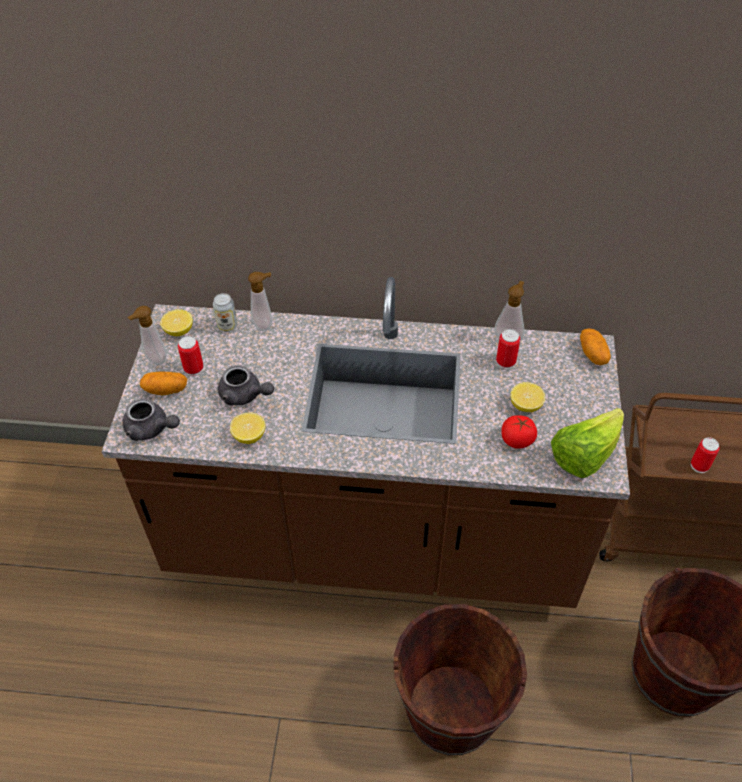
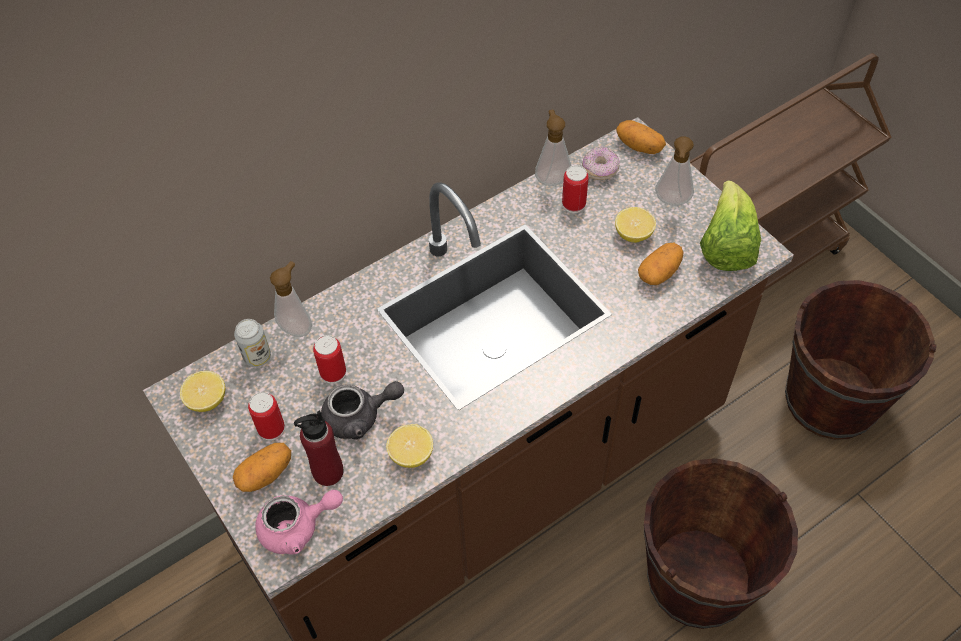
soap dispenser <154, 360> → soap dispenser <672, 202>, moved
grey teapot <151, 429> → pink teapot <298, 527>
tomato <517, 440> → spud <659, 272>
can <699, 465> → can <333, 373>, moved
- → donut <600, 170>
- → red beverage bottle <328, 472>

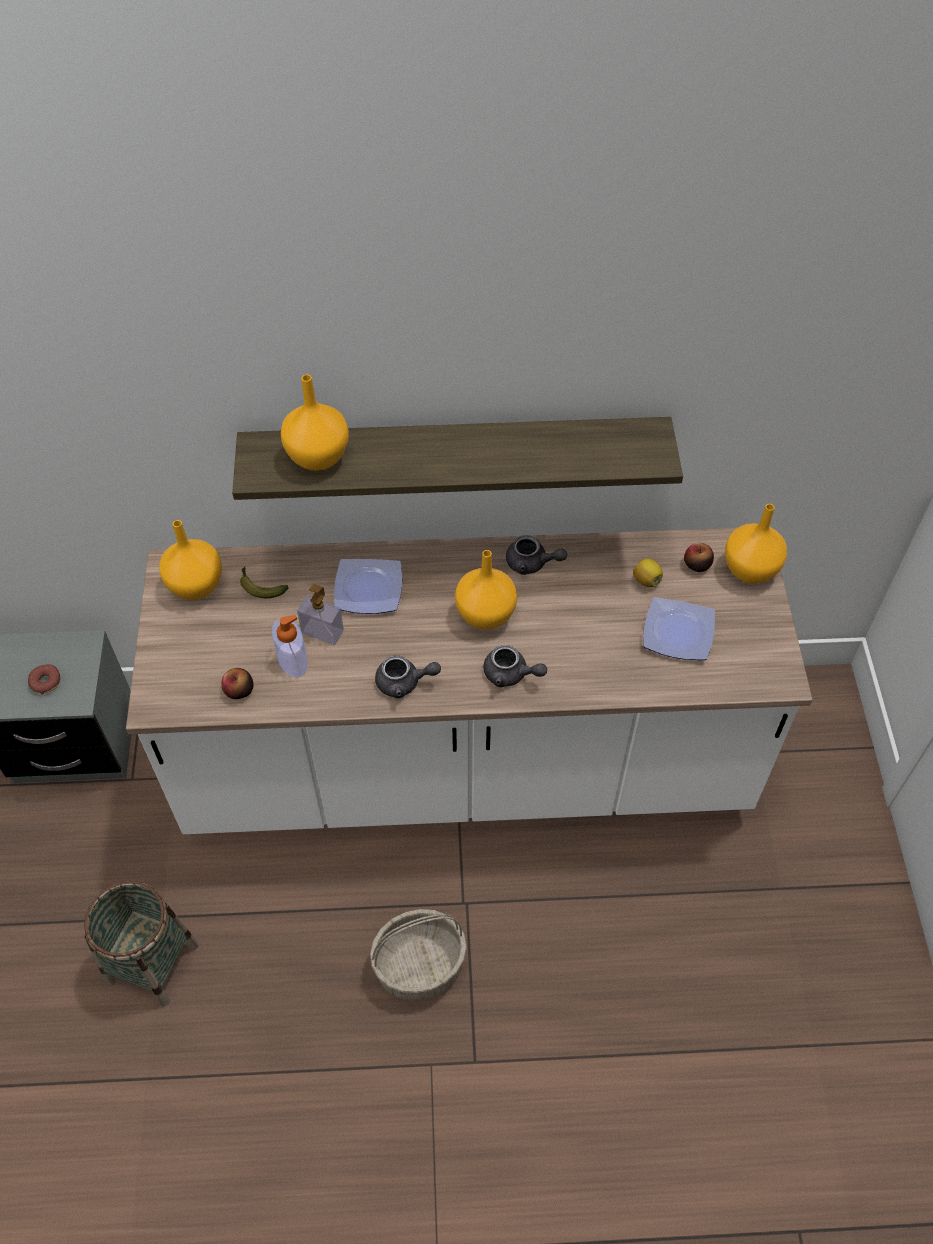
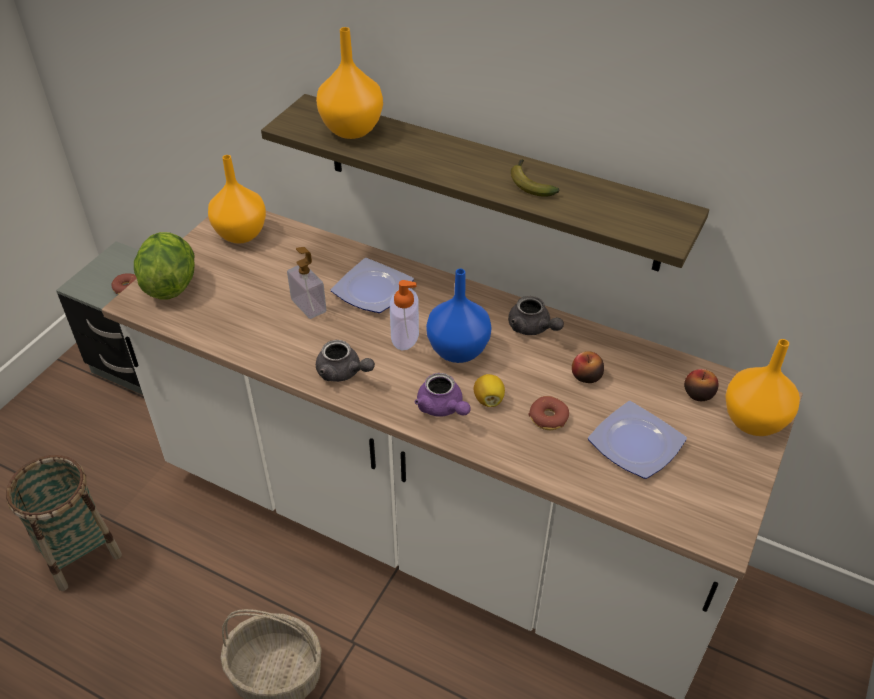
orange flower vase <484, 614> → blue-coloured flower vase <457, 349>
citrus fruit <646, 580> → citrus fruit <488, 399>, moved
whole banana <260, 587> → whole banana <530, 183>, moved
soap dispenser <292, 660> → soap dispenser <405, 335>, moved
grey teapot <510, 675> → purplish teapot <442, 408>
apple <239, 690> → apple <586, 376>, moved
- → lettuce head <170, 284>
- → donut <548, 418>

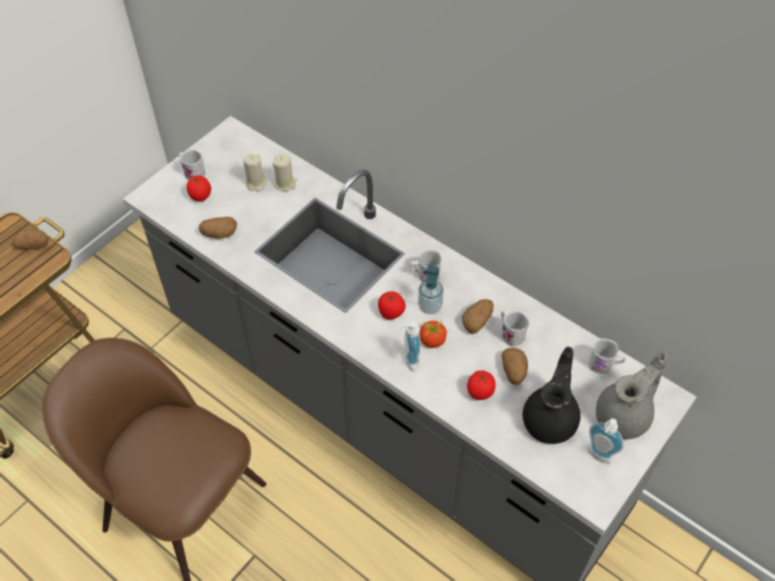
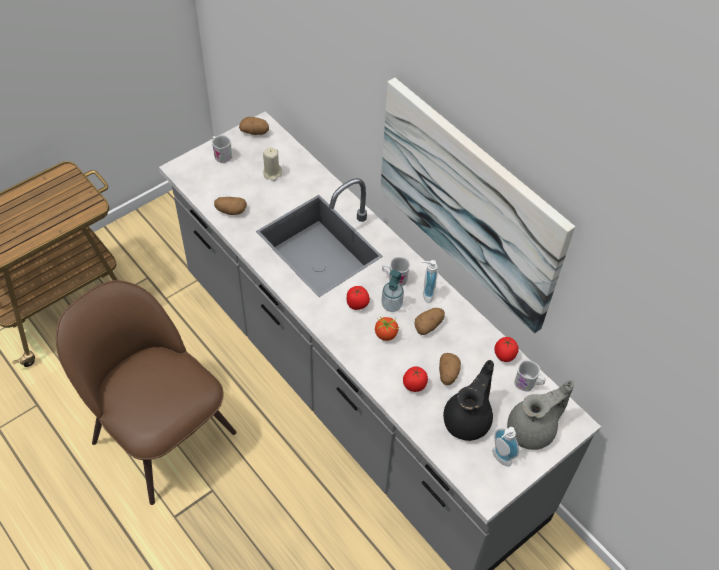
beige-coloured wax light <285, 183> → -
tomato <200, 197> → tomato <504, 356>, moved
spud <34, 245> → spud <255, 132>, moved
whitish tea mug <510, 333> → -
soap dispenser <408, 361> → soap dispenser <425, 294>, moved
- → wall art <469, 204>

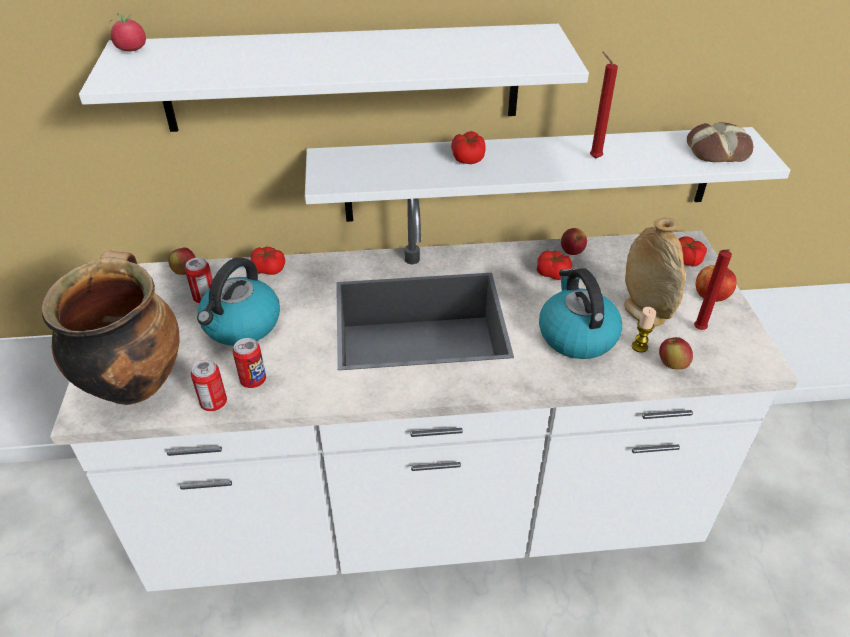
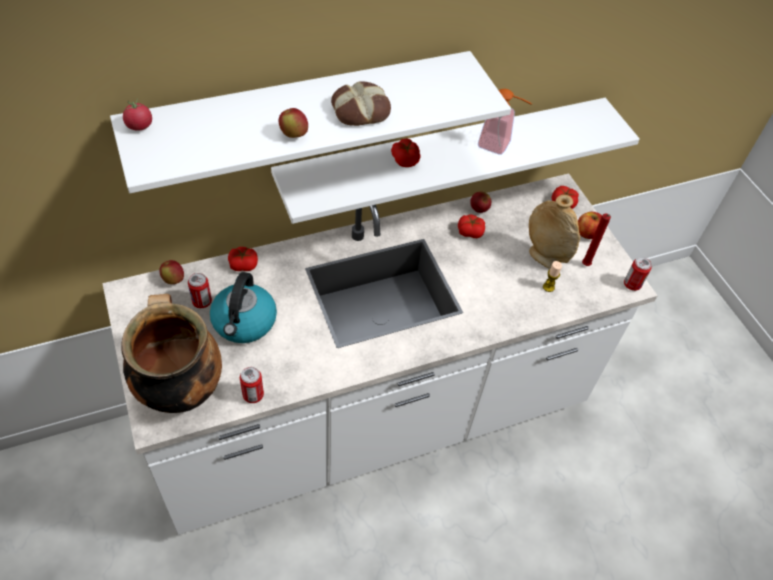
red wax light <593, 157> → soap dispenser <499, 146>
baked bread <717, 150> → baked bread <360, 110>, moved
water kettle <576, 335> → -
apple <672, 365> → apple <293, 134>, moved
can <253, 380> → can <632, 284>, moved

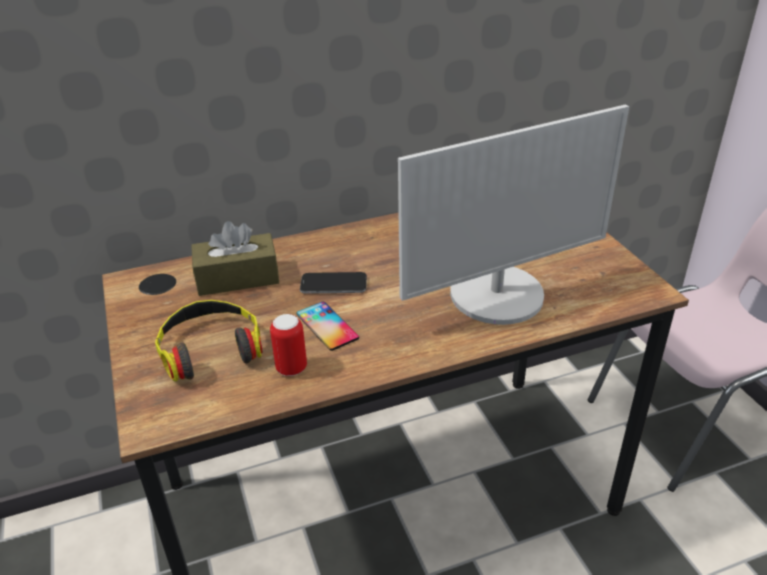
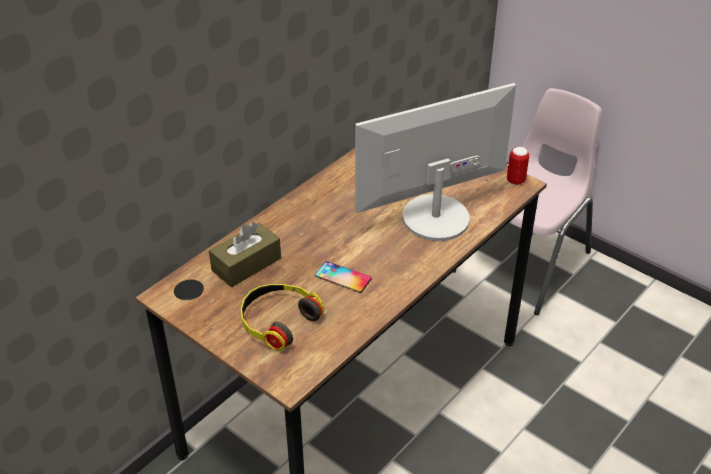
computer display <498, 295> → computer display <434, 218>, 150 degrees counterclockwise
telephone <333, 284> → -
can <291, 368> → can <515, 181>, moved

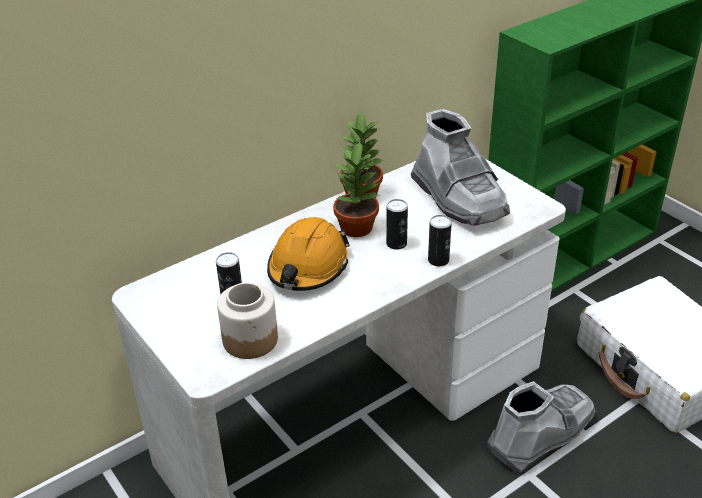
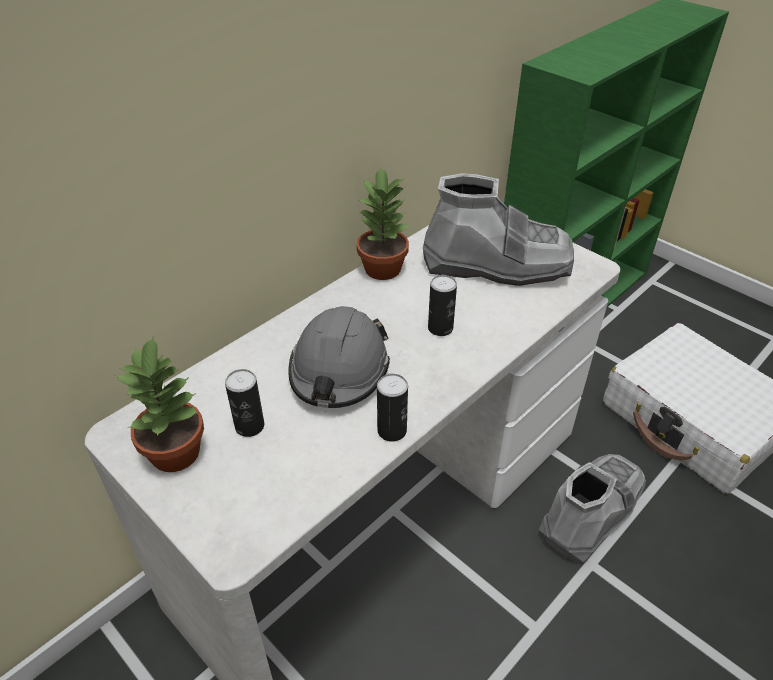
grey tall boot <459, 199> → grey tall boot <497, 264>, 45 degrees counterclockwise
houseplant <357, 227> → houseplant <177, 452>, moved
can <438, 260> → can <392, 430>, moved
orange work helmet <308, 267> → grey work helmet <339, 370>
preserve jar <251, 339> → -

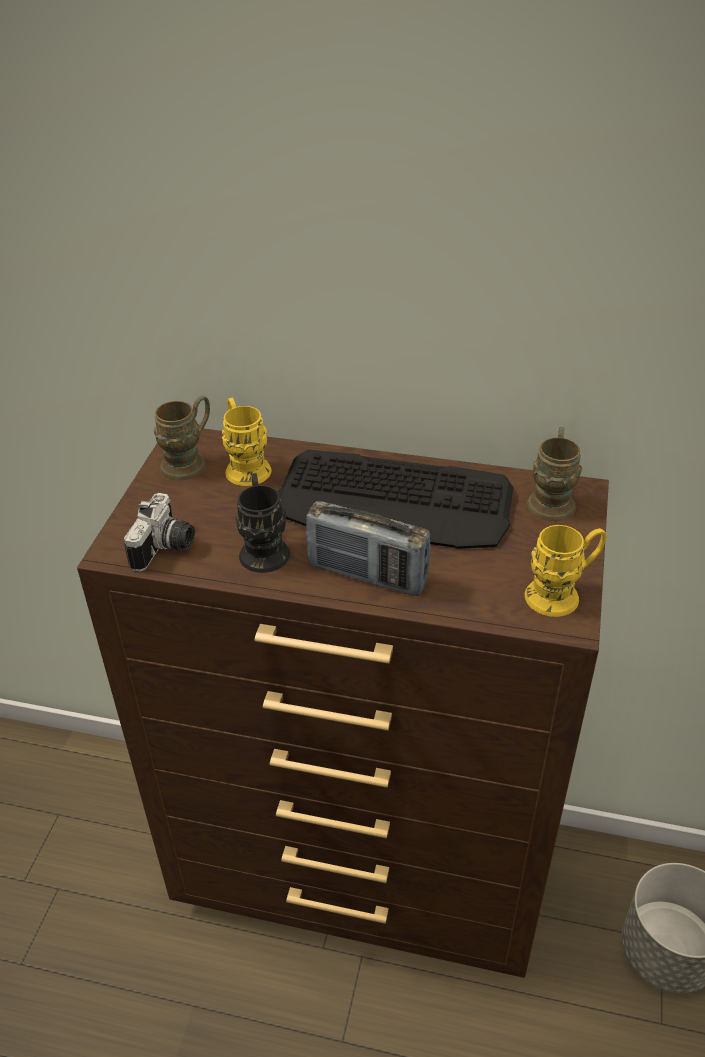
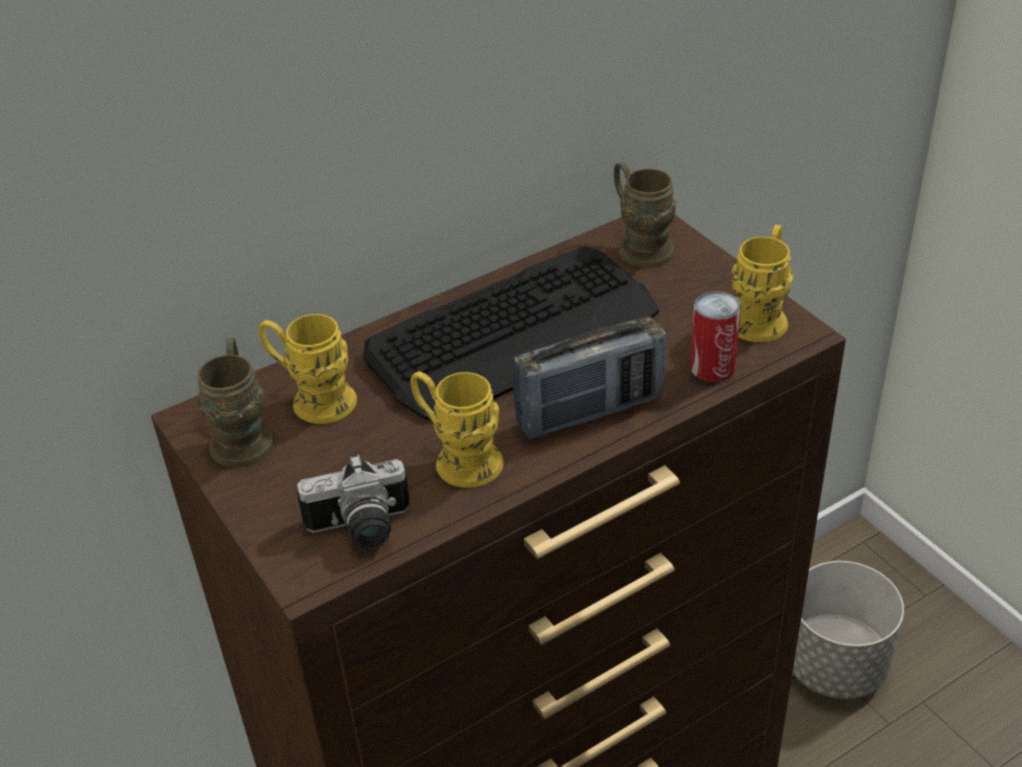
black-coloured tea mug <263, 548> → yellowish tea mug <458, 458>
photo camera <166, 549> → photo camera <361, 530>, 105 degrees clockwise
- → can <712, 367>

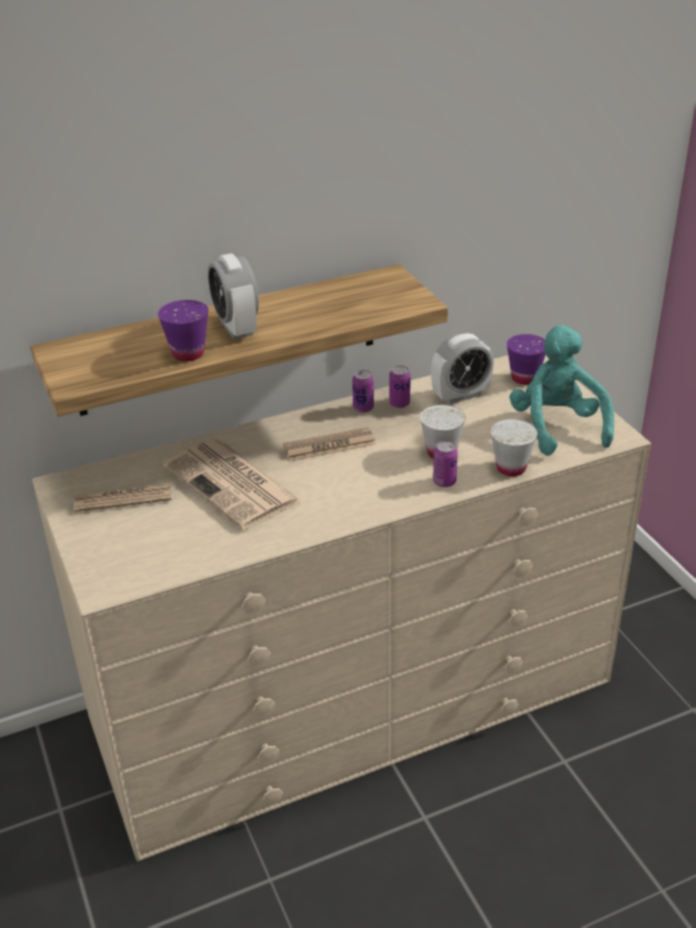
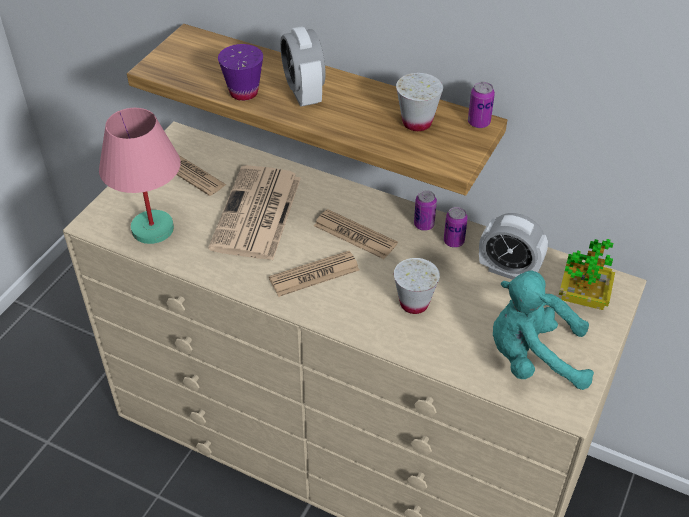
table clock <236, 328> → table clock <304, 94>, 45 degrees counterclockwise
turquoise cuddly toy <557, 427> → turquoise cuddly toy <532, 358>, 120 degrees counterclockwise
purplish small cup <524, 378> → houseplant <583, 297>
whitish small cup <511, 468> → whitish small cup <417, 122>, moved
can <444, 482> → can <478, 122>, moved
- → pink tabletop lamp <153, 228>
- → newspaper <314, 274>

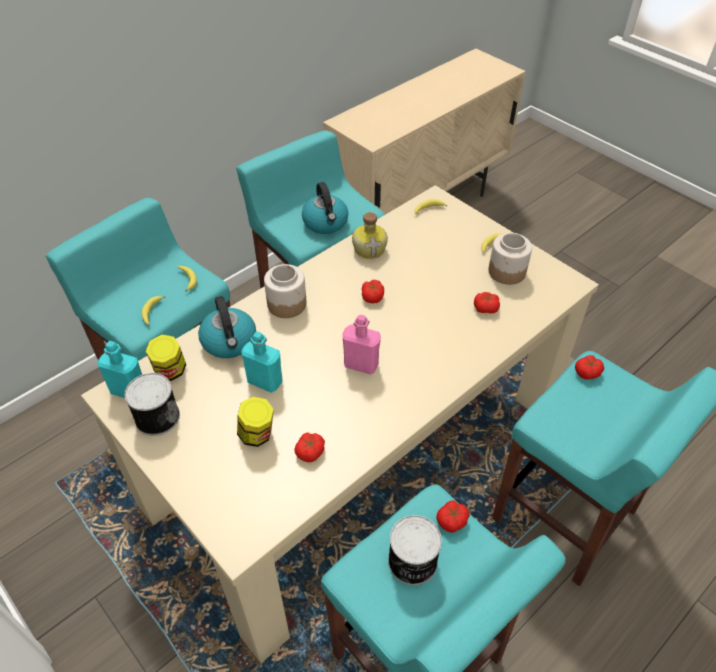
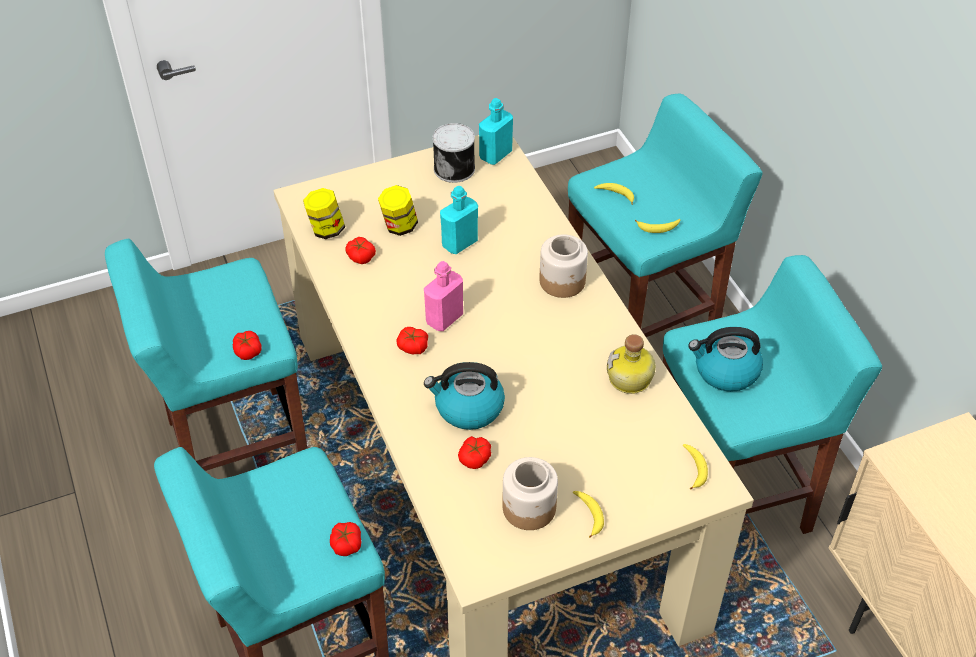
tomato <372, 296> → tomato <413, 347>, moved
water kettle <230, 342> → water kettle <468, 408>, moved
preserve jar <170, 371> → preserve jar <326, 229>, moved
can <412, 562> → -

